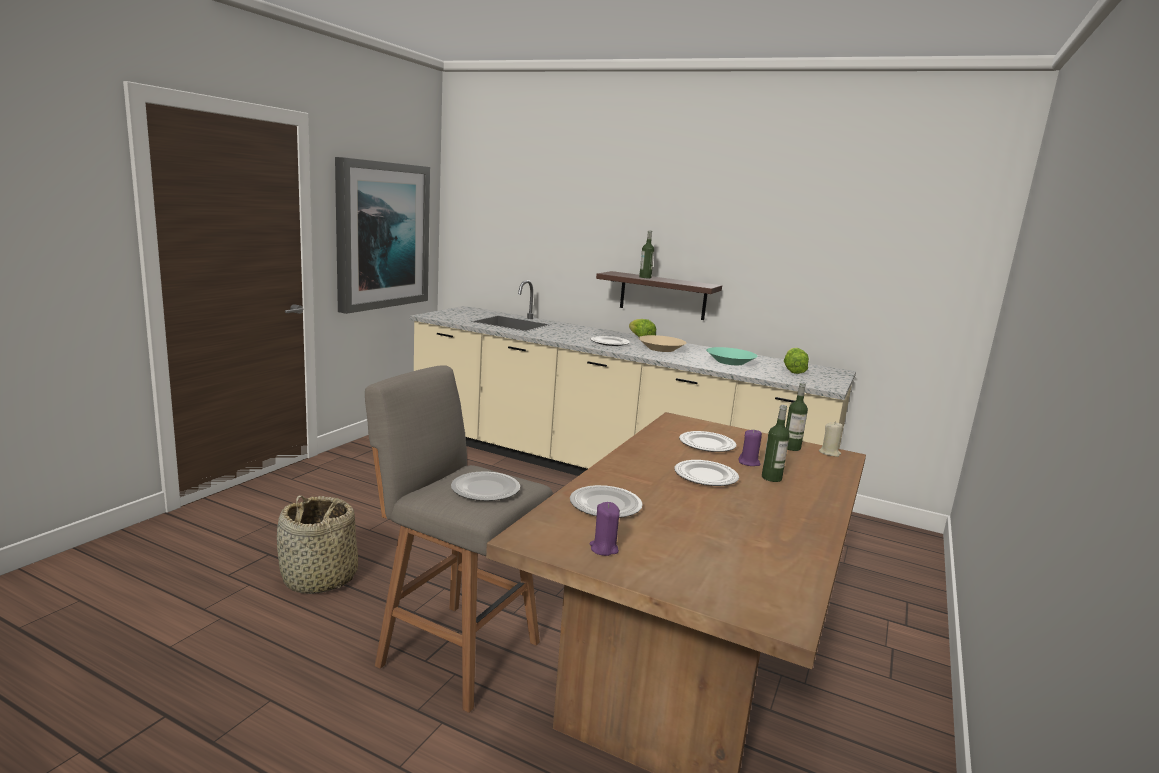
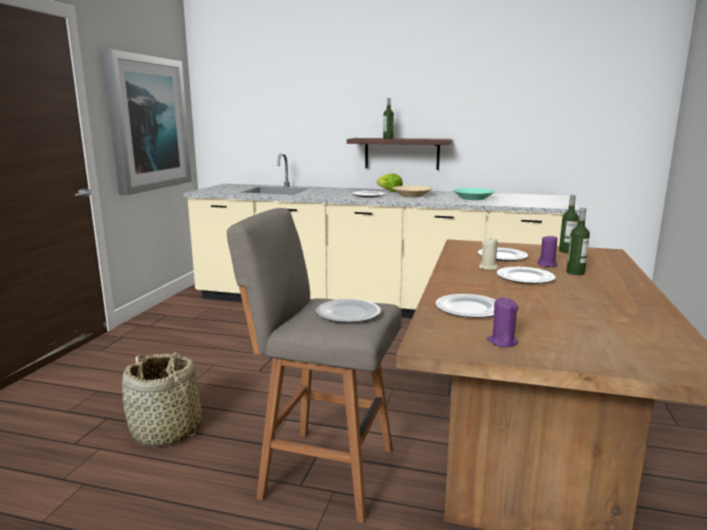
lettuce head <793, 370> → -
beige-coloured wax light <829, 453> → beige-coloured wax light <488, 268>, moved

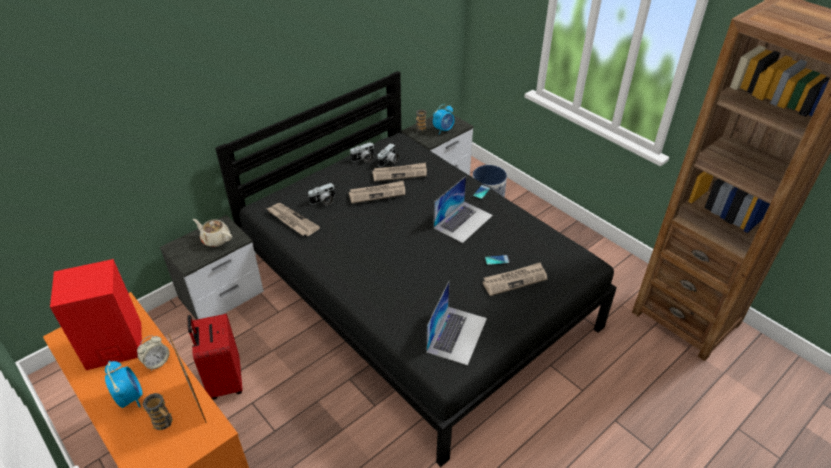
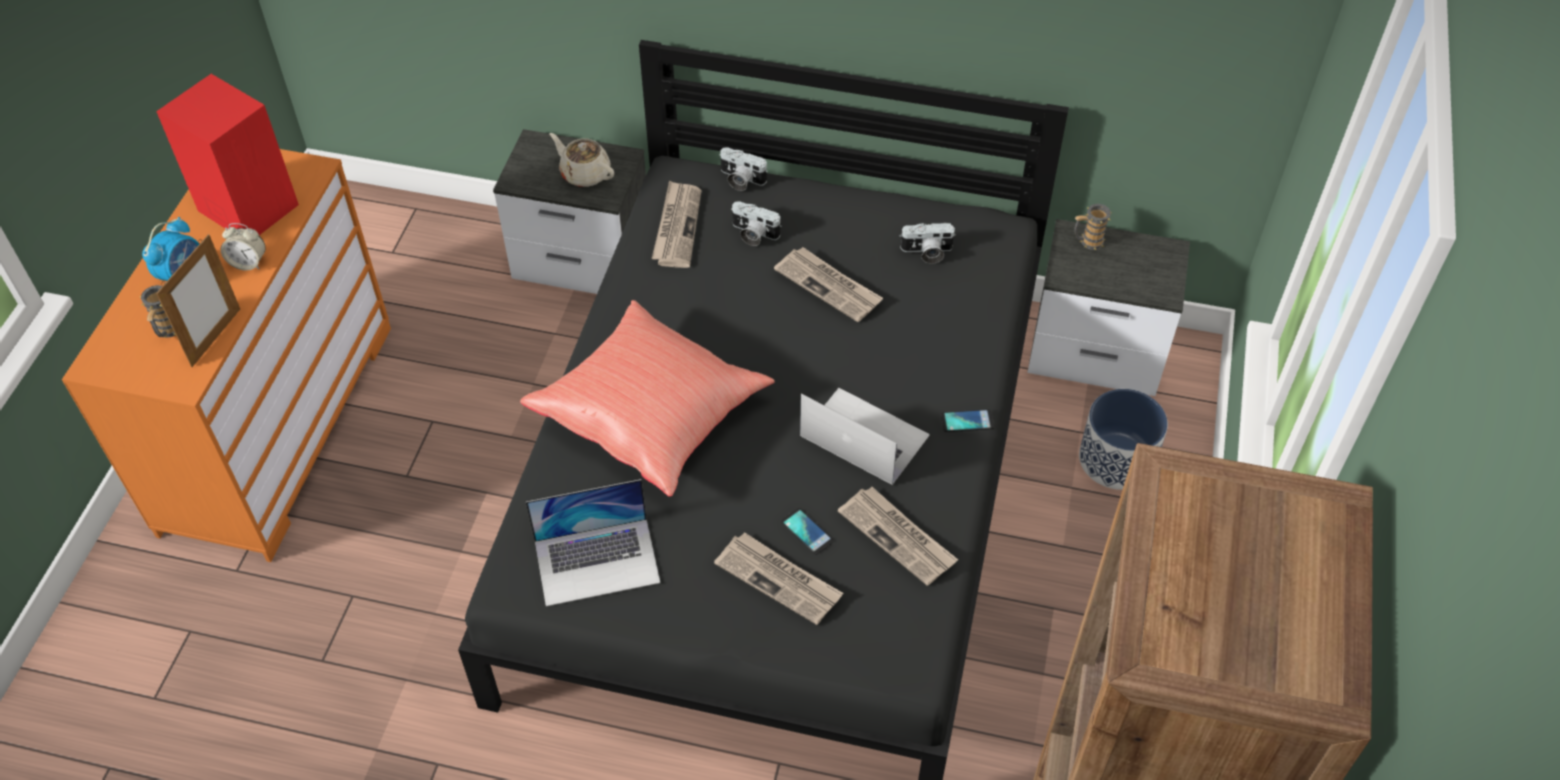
table clock <443, 130> → -
photo camera <364, 159> → photo camera <740, 180>, moved
newspaper <400, 173> → newspaper <898, 537>, moved
portable computer <463, 221> → portable computer <864, 435>, 150 degrees counterclockwise
beige-coloured teapot <215, 239> → beige-coloured teapot <584, 173>, 45 degrees counterclockwise
red piece of luggage <224, 381> → -
- → red throw pillow <651, 415>

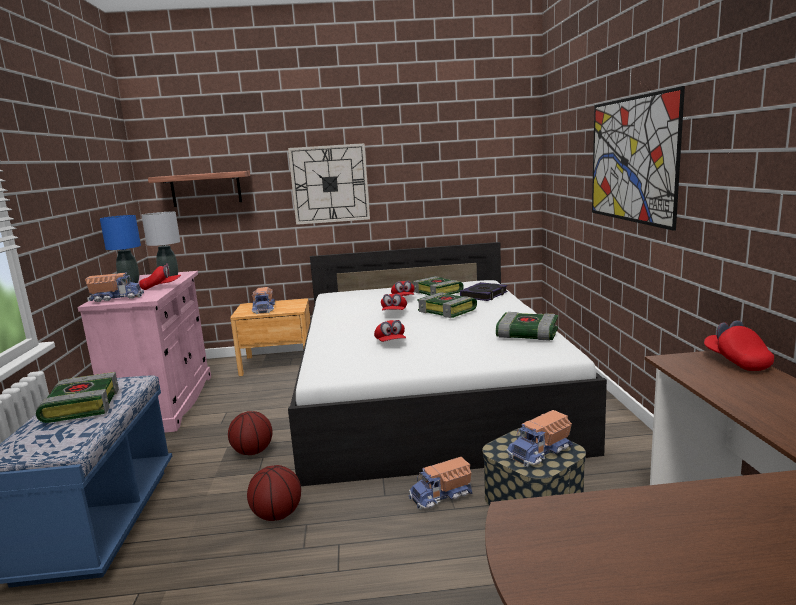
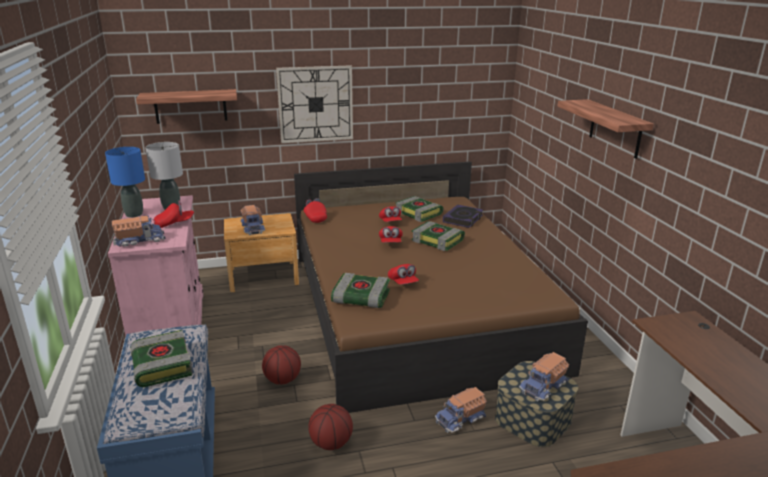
wall art <631, 160> → shelf <615, 128>
whitish bed <426, 390> → brown-coloured bed <415, 309>
bound book <526, 334> → bound book <360, 298>, moved
red peaked cap <736, 361> → red peaked cap <315, 218>, moved

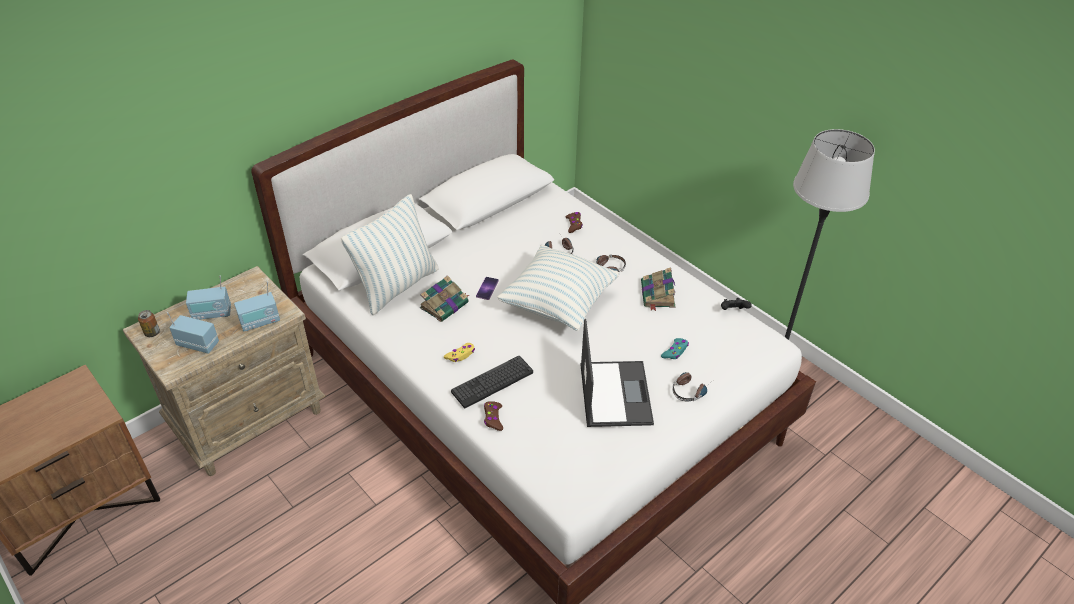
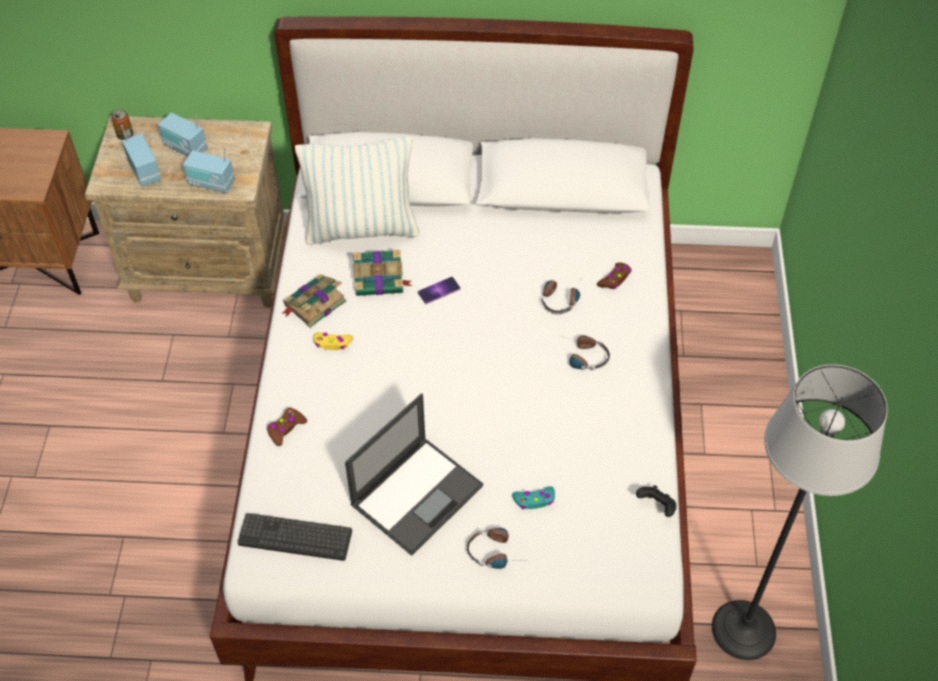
throw pillow <558, 304> → -
bound book <658, 295> → bound book <314, 304>, moved
computer keyboard <492, 382> → computer keyboard <295, 537>, moved

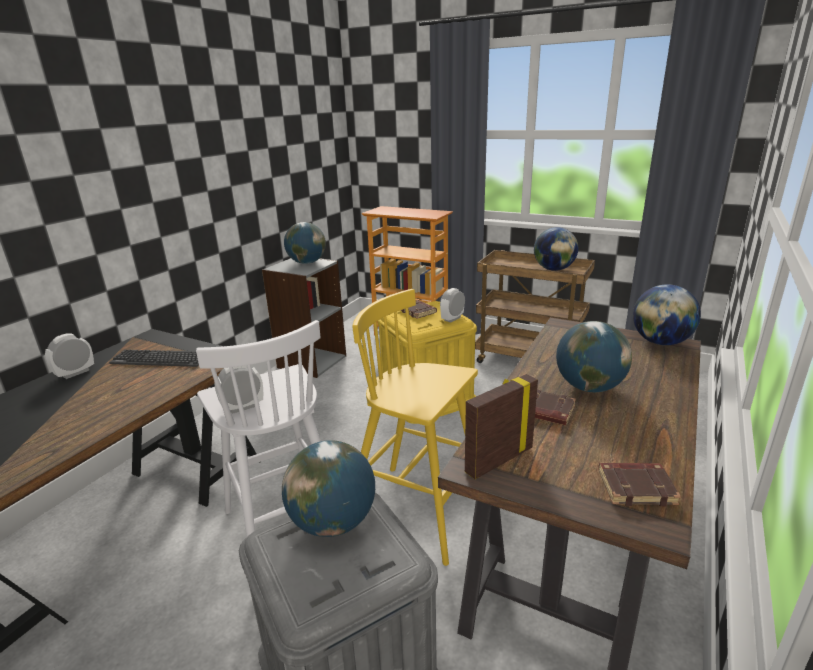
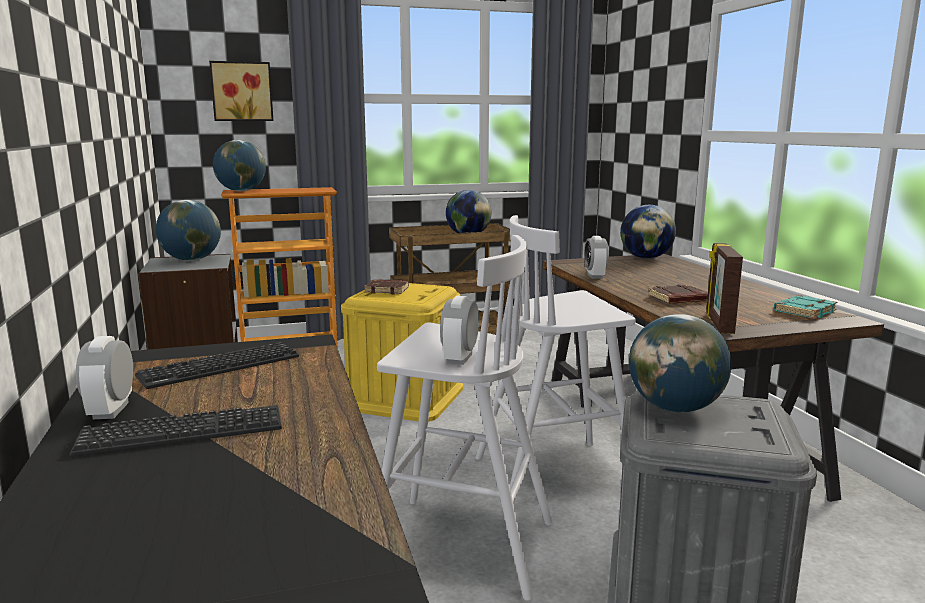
table clock <452, 319> → table clock <595, 276>, moved
yellowish stool seat <418, 512> → whitish stool seat <556, 474>
desk globe <588, 387> → desk globe <241, 191>, moved
brown-coloured bound book <636, 487> → turquoise bound book <804, 311>
- → wall art <242, 91>
- → computer keyboard <182, 431>

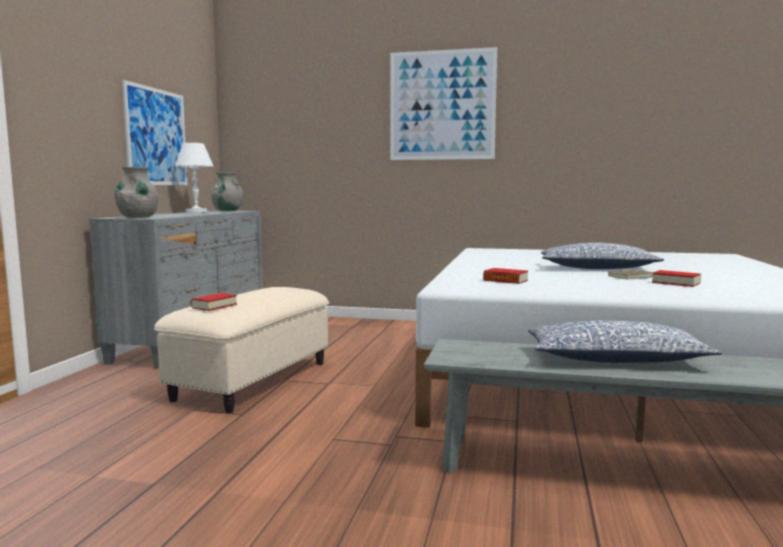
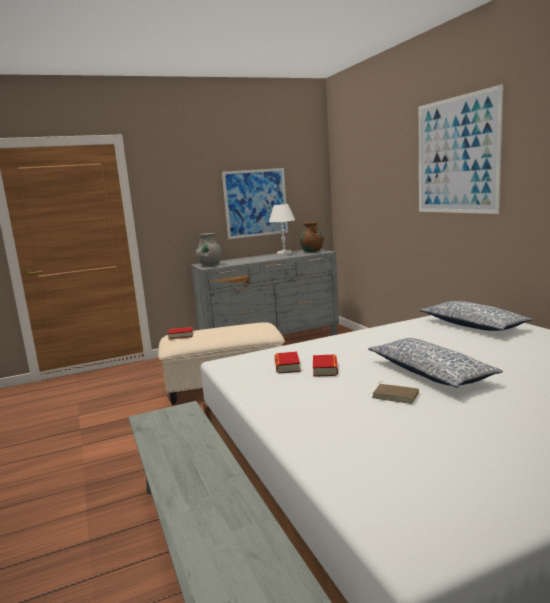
grey flower vase <227, 211> → brown-coloured flower vase <312, 251>
bound book <675, 283> → bound book <325, 369>, moved
throw pillow <614, 359> → throw pillow <472, 325>, moved

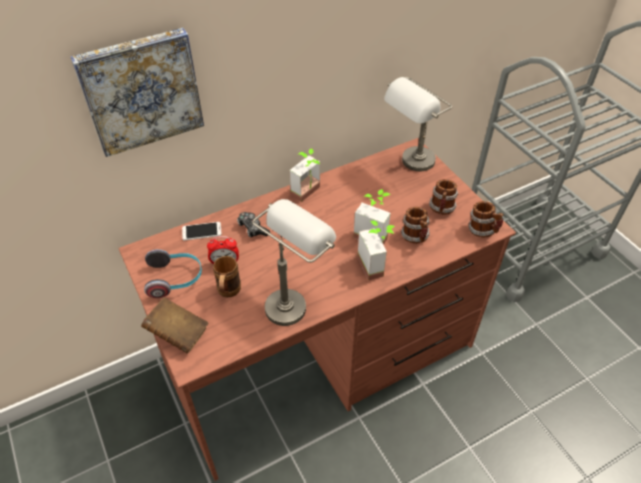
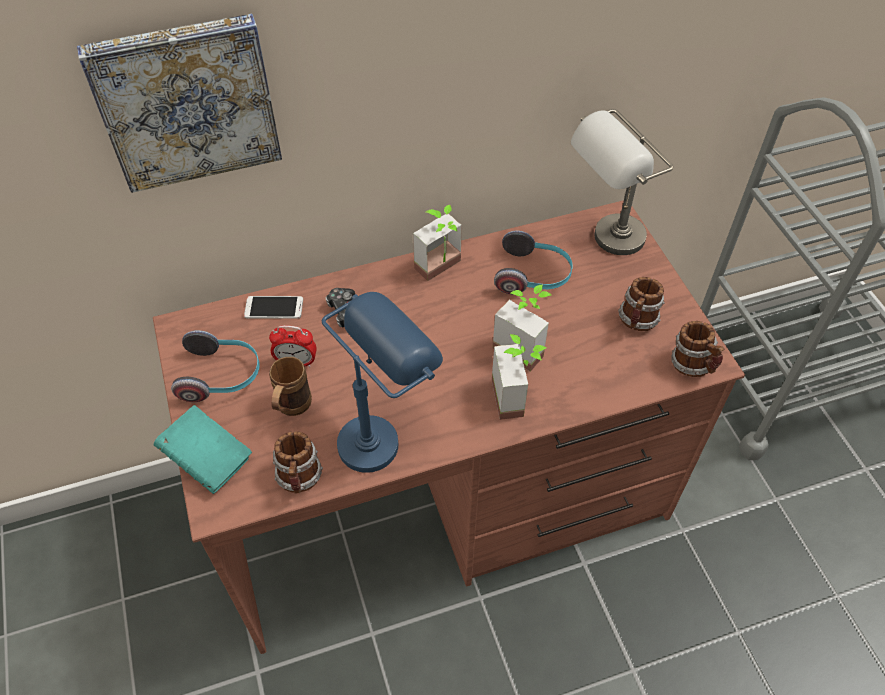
grey tabletop lamp <294, 299> → blue-coloured tabletop lamp <384, 432>
tea mug <415, 237> → tea mug <300, 478>, moved
brown-coloured bound book <178, 333> → turquoise bound book <208, 459>
- → headphones <533, 276>

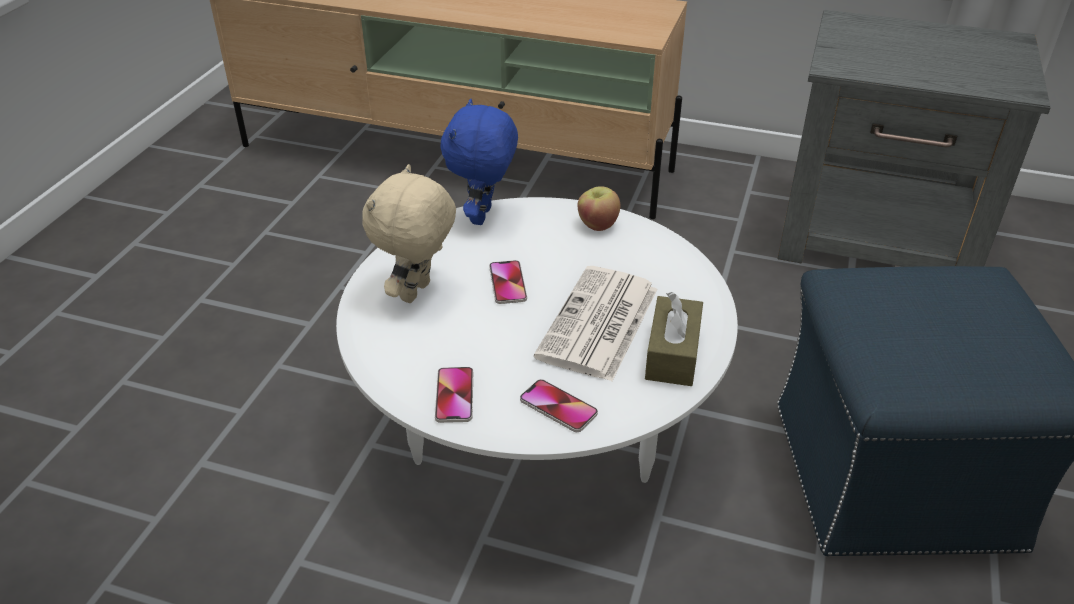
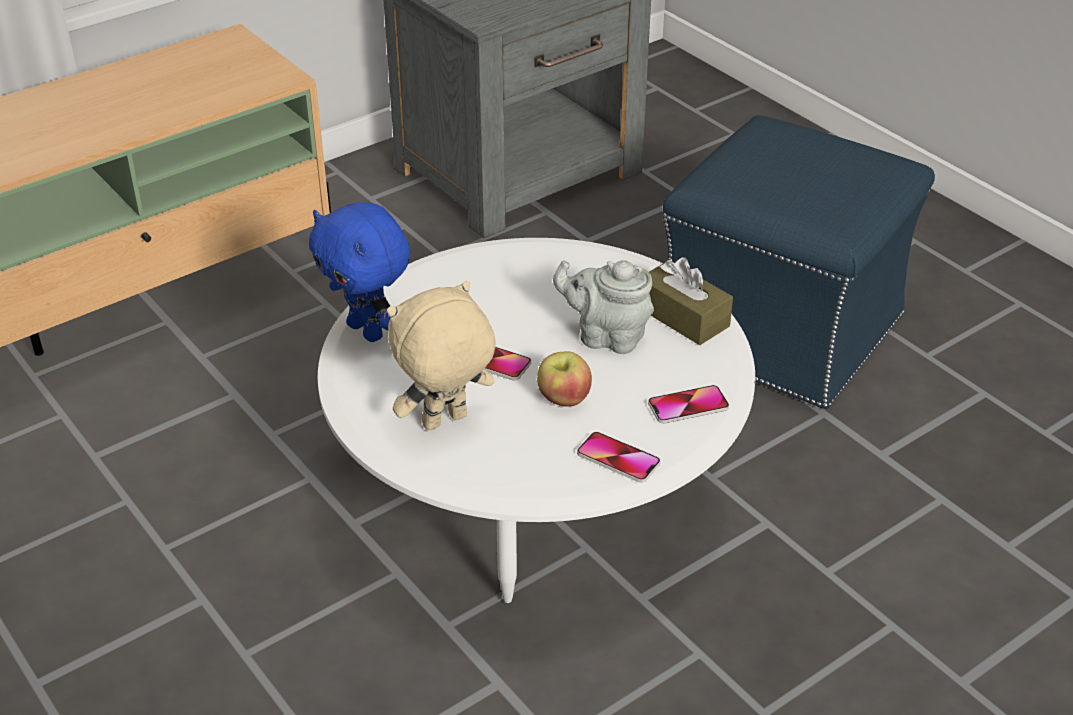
beige-coloured cuddly toy <417, 293> → beige-coloured cuddly toy <445, 423>, 90 degrees clockwise
apple <597, 225> → apple <563, 399>, moved
newspaper <599, 324> → grey teapot <606, 337>

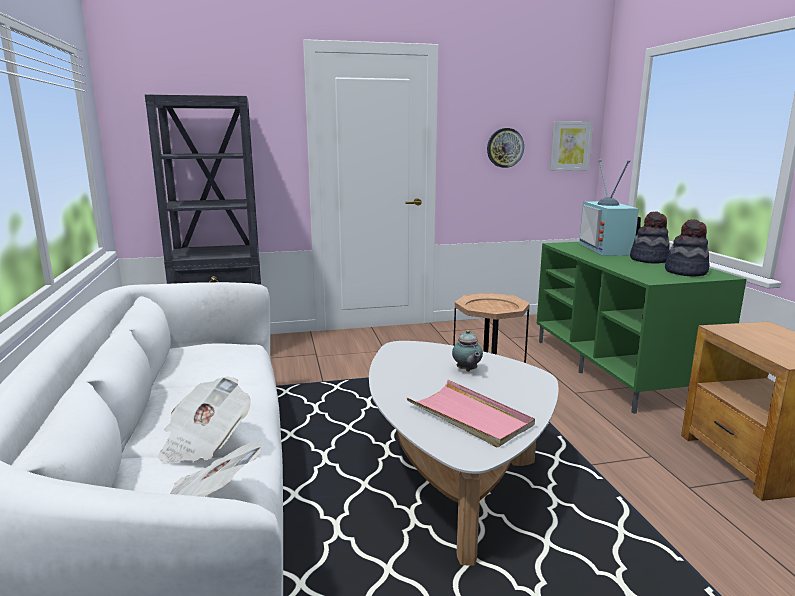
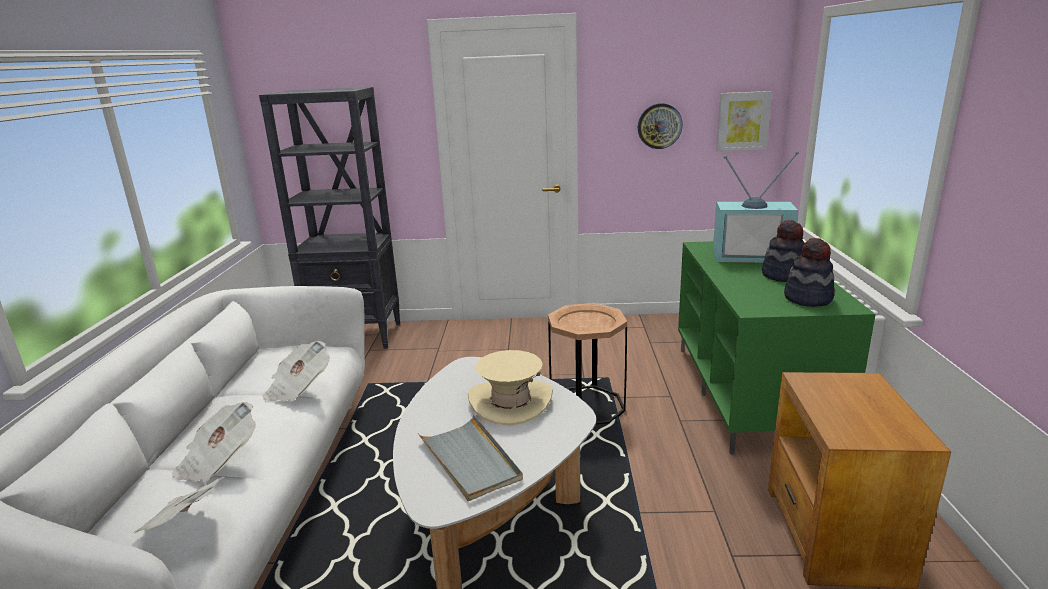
television <608, 249> → television <751, 255>, 90 degrees counterclockwise
teapot <467, 371> → beige-coloured clothing hat <510, 402>
pink carrying tray <469, 416> → grey carrying tray <470, 460>
- → newspaper <298, 388>

